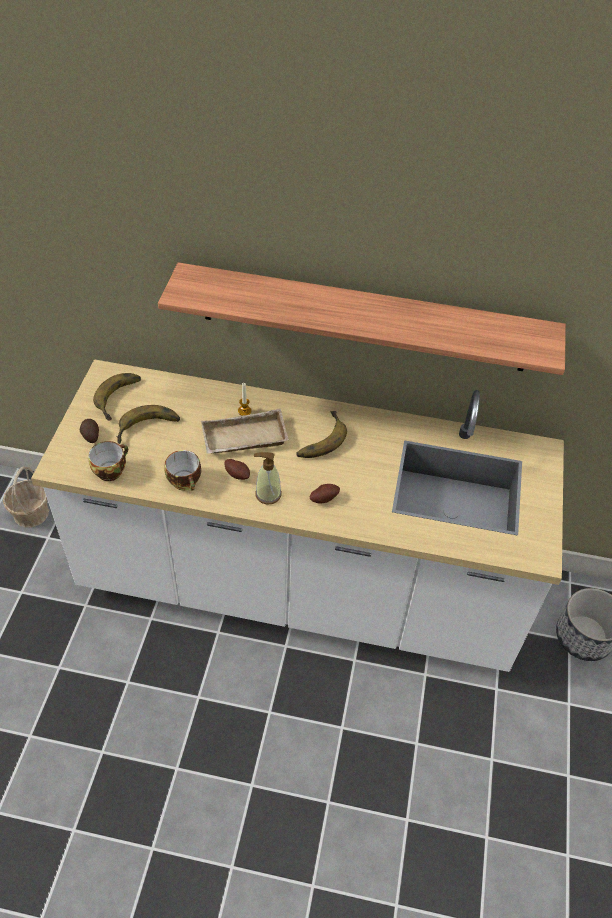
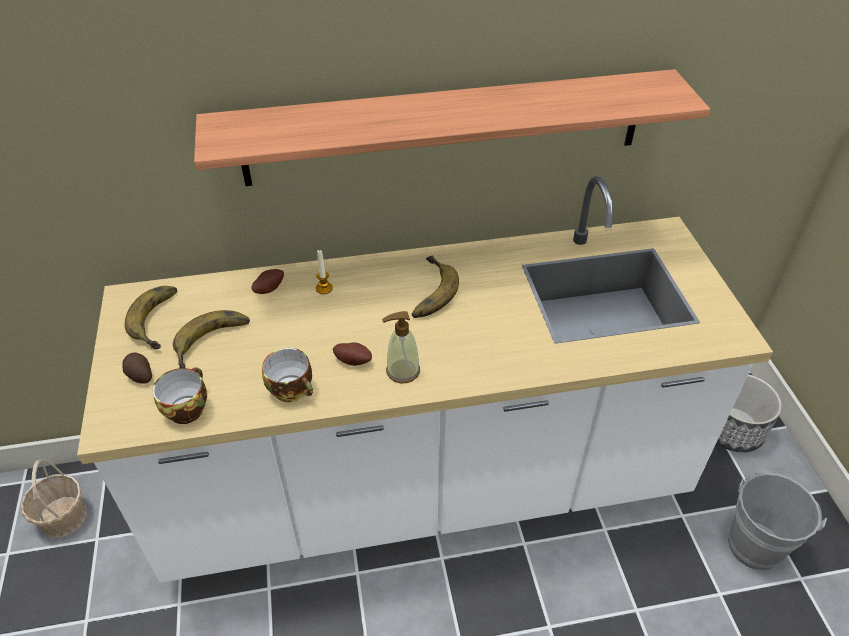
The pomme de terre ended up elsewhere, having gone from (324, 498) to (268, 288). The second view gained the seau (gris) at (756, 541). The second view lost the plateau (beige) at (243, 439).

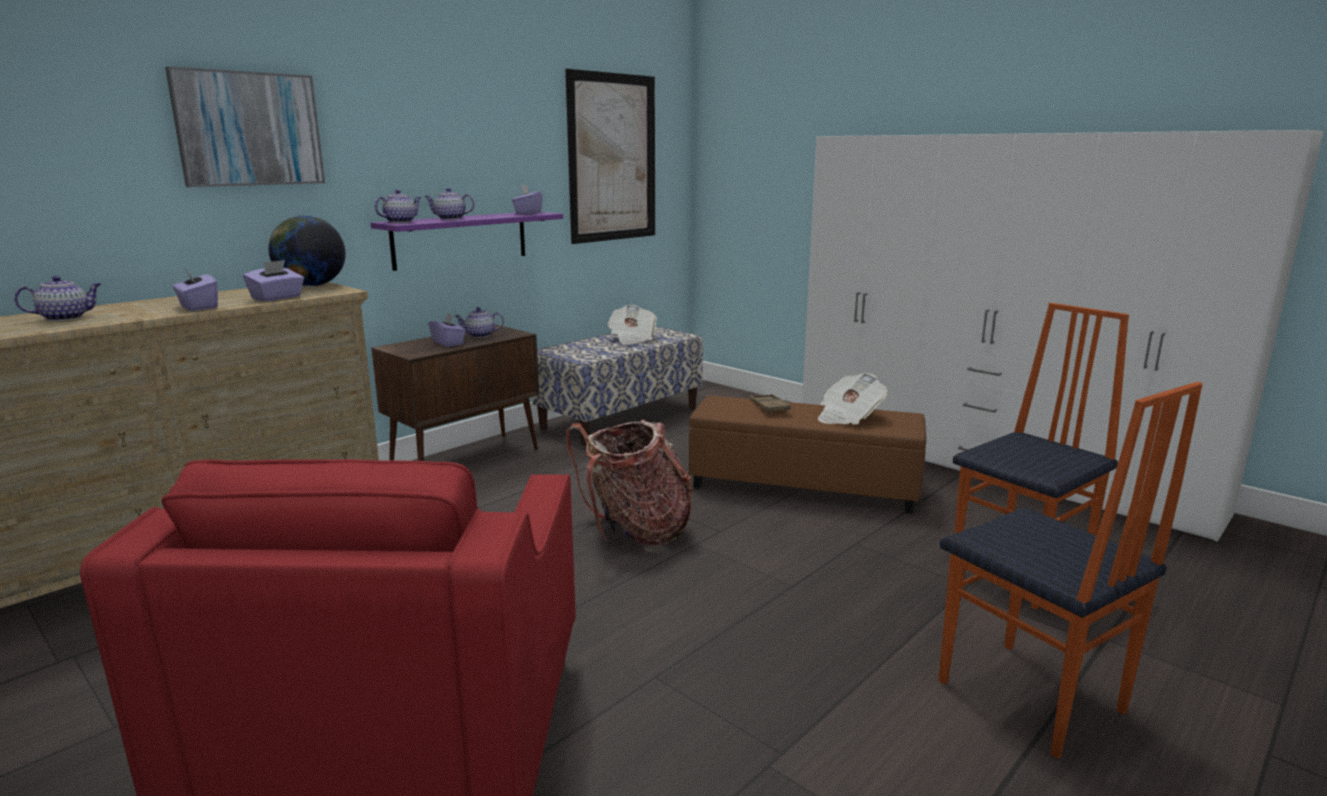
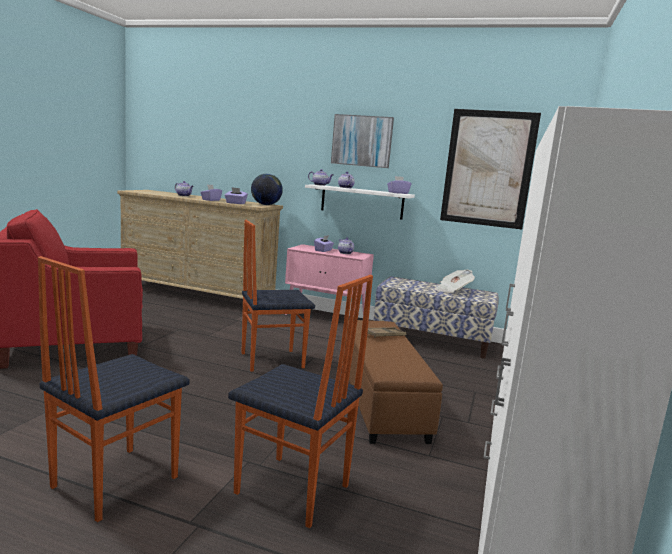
Where the sac à dos stood at (636, 531), the chaise came to stand at (271, 360). What was the meuble de rangement (marron) at (467, 459) turned into the meuble de rangement (rose) at (326, 317). What was the étagère (violet) at (461, 239) turned into the étagère (blanc) at (362, 202). The tableau ended up elsewhere, having gone from (249, 129) to (362, 141). The second view lost the journal at (848, 417).

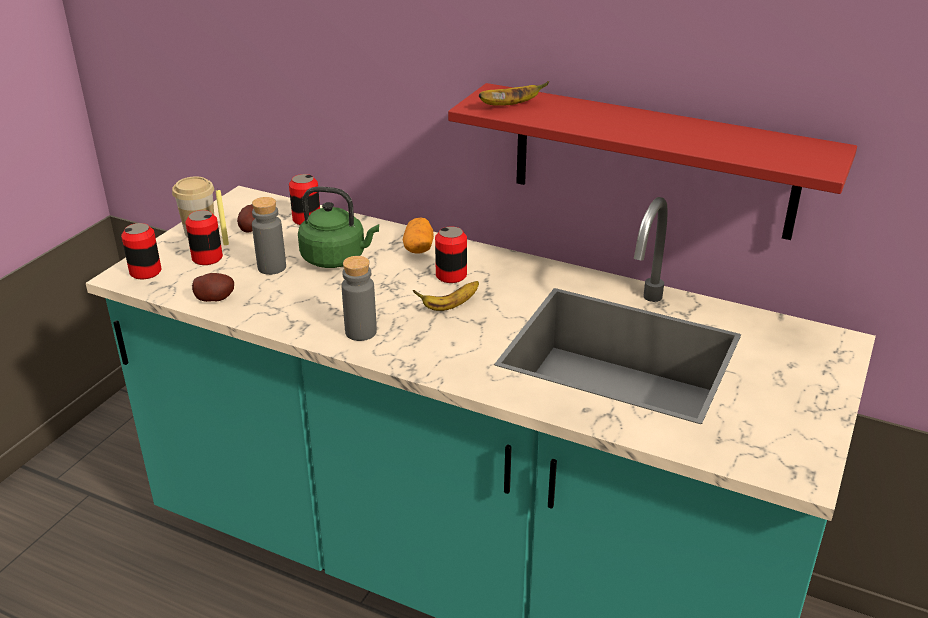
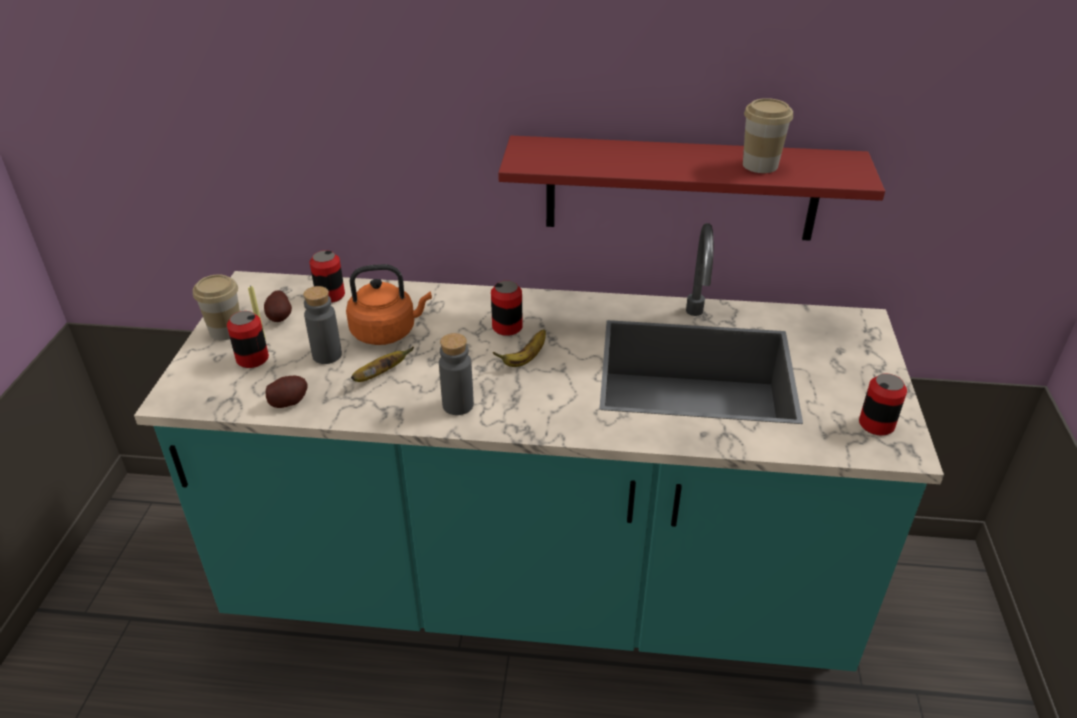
What was the bouilloire (vert) at (337, 259) turned into the bouilloire (orange) at (387, 332). The banane ended up elsewhere, having gone from (510, 105) to (380, 374). The second view gained the tasse at (760, 165). The boîte métallique ended up elsewhere, having gone from (145, 272) to (876, 424). The second view lost the pomme de terre at (418, 248).

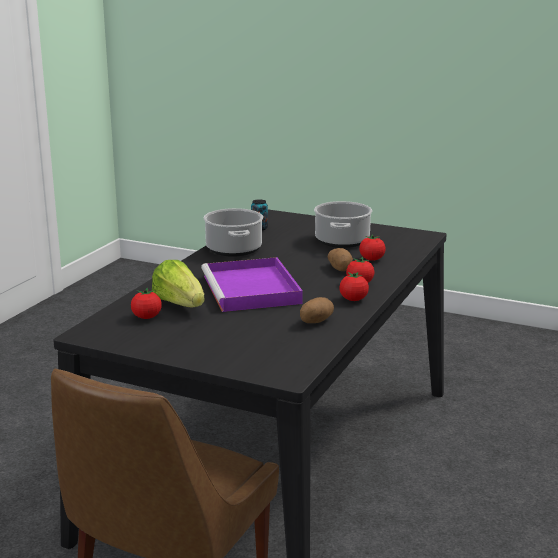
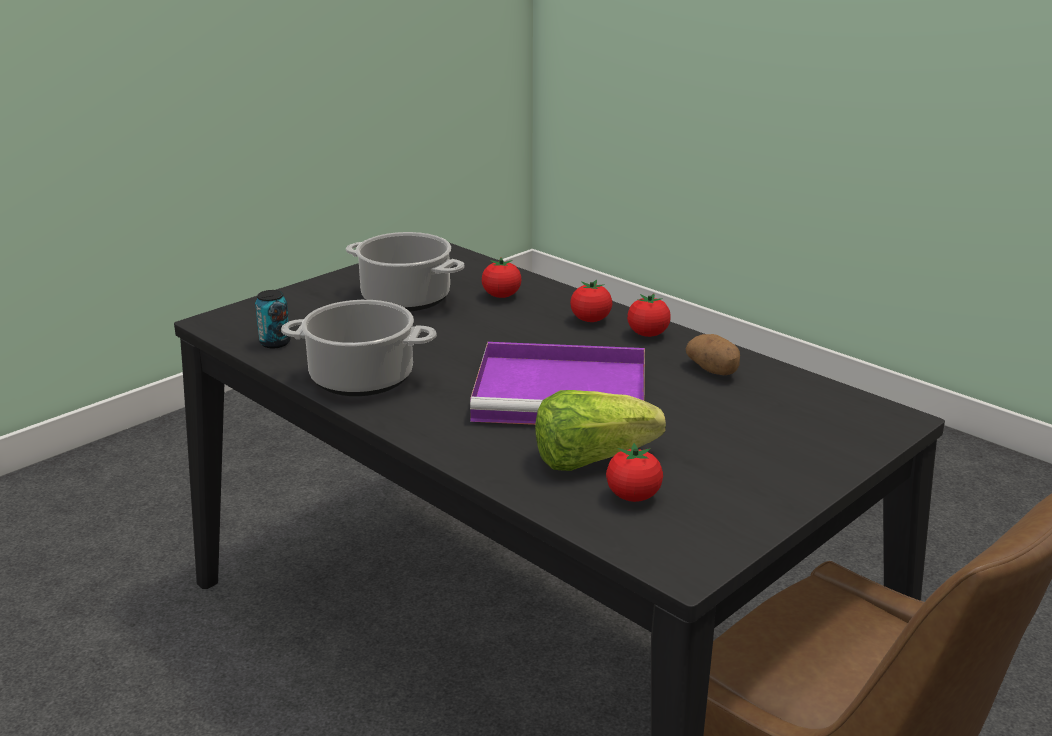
The second view lost the pomme de terre at (340, 269).

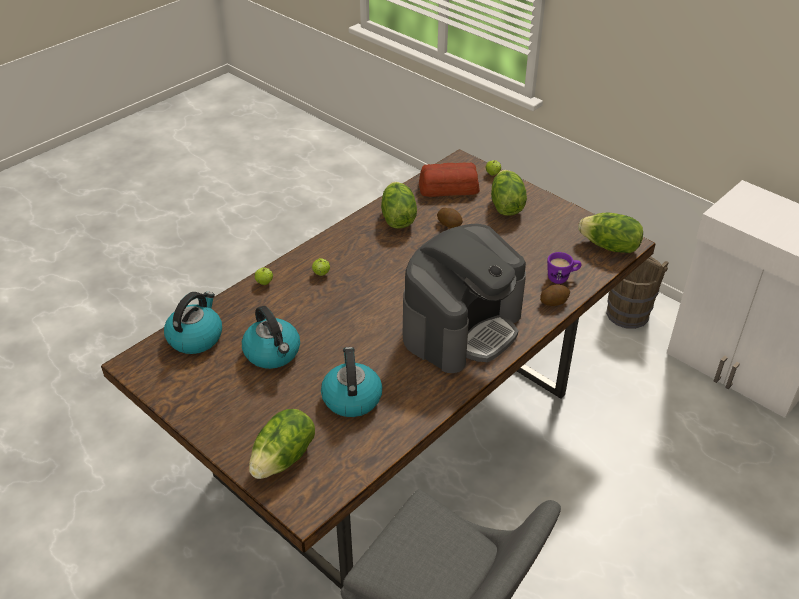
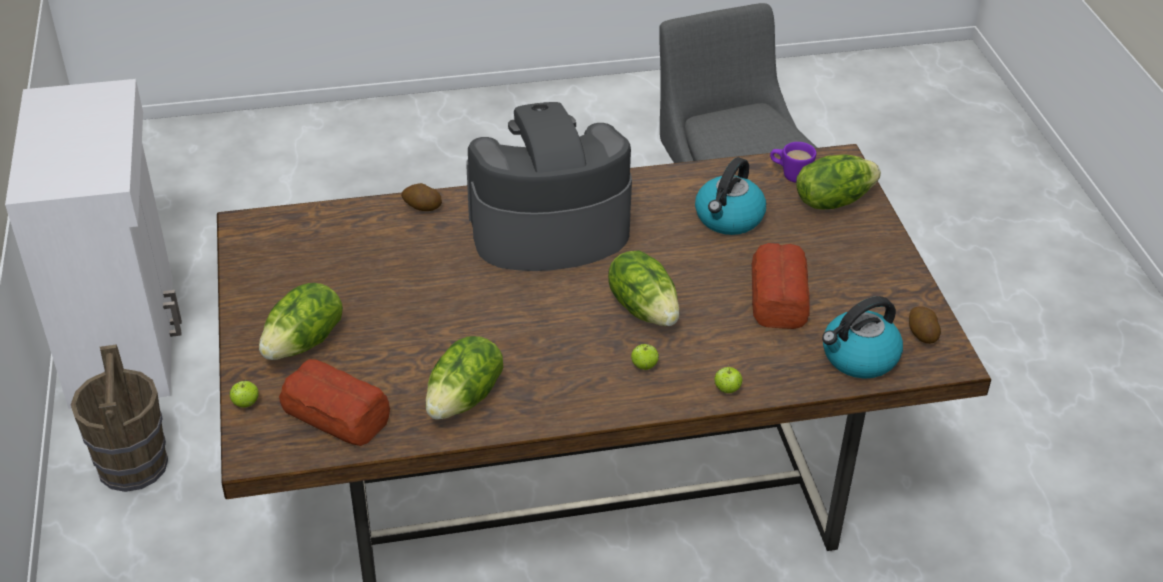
The laitue ended up elsewhere, having gone from (609, 247) to (644, 308). Where the bouilloire stood at (273, 353), the pain came to stand at (778, 297). The mug (violet) ended up elsewhere, having gone from (562, 278) to (790, 175). The pomme de terre ended up elsewhere, having gone from (449, 224) to (921, 334).

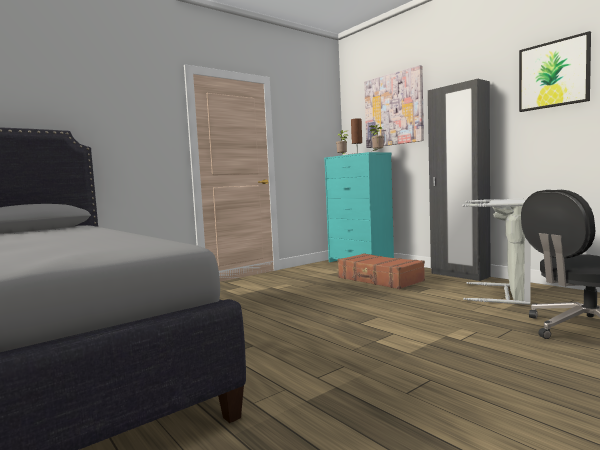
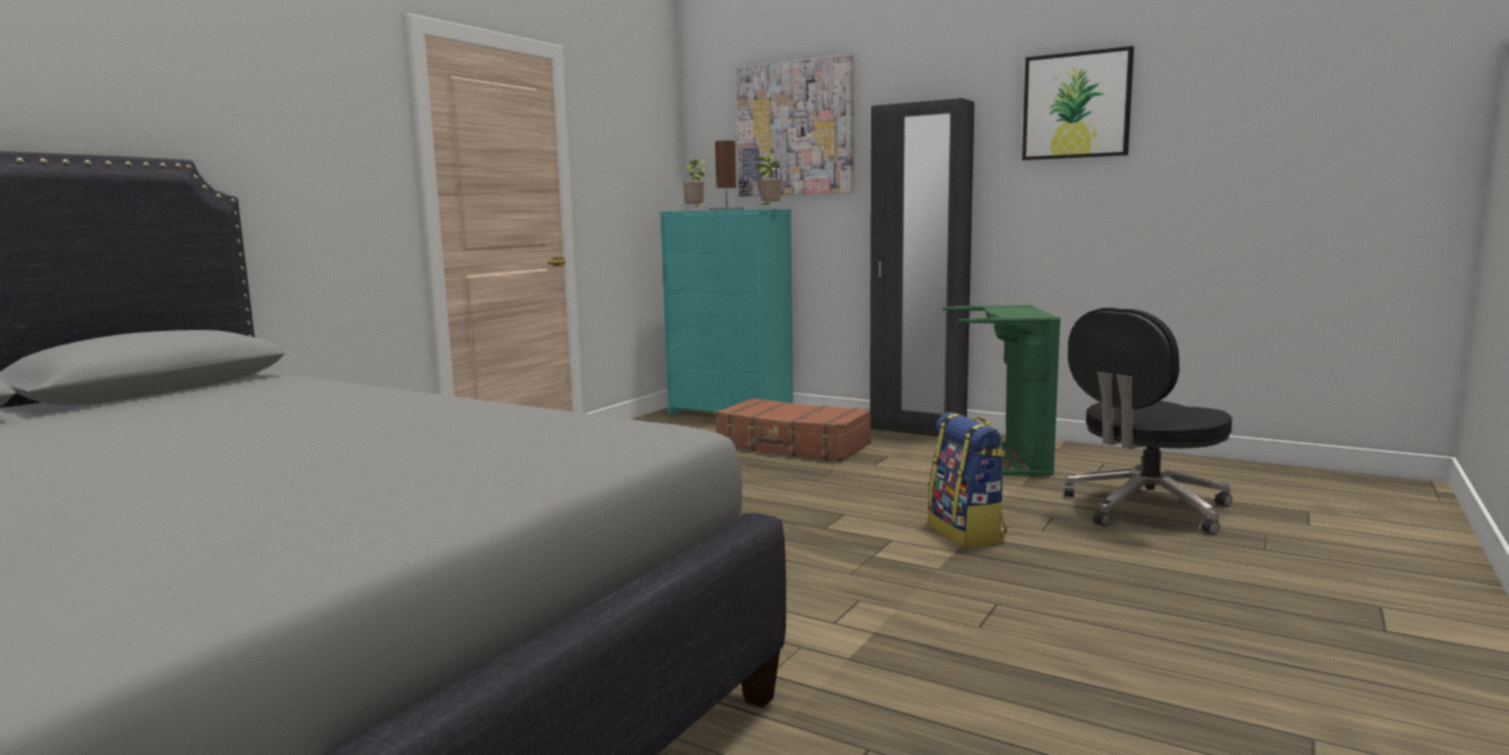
The second view gained the sac à dos at (967, 533). What was the panier à linge (gris) at (505, 294) turned into the panier à linge (vert) at (1008, 460).

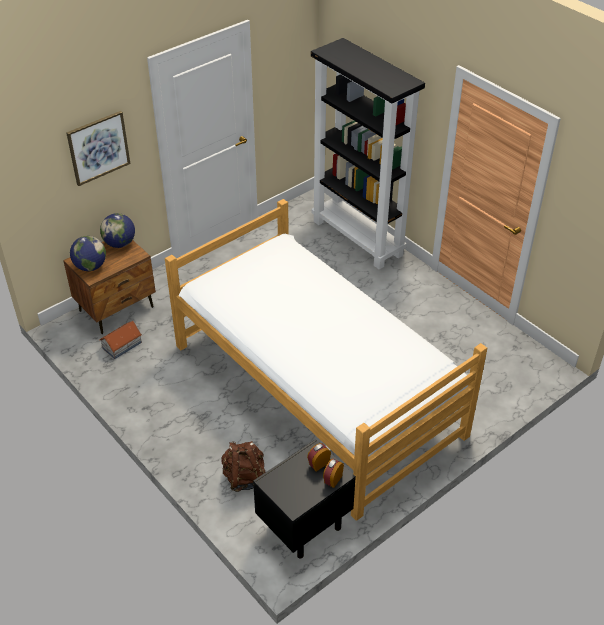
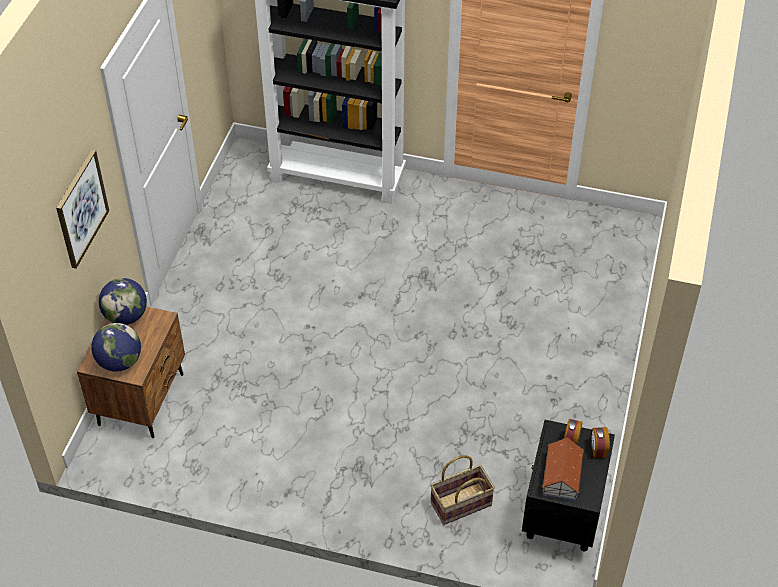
Where the sac à dos (marron) stood at (244, 477), the panier came to stand at (461, 505). The maison miniature ended up elsewhere, having gone from (121, 345) to (561, 478). The second view lost the lit at (316, 390).

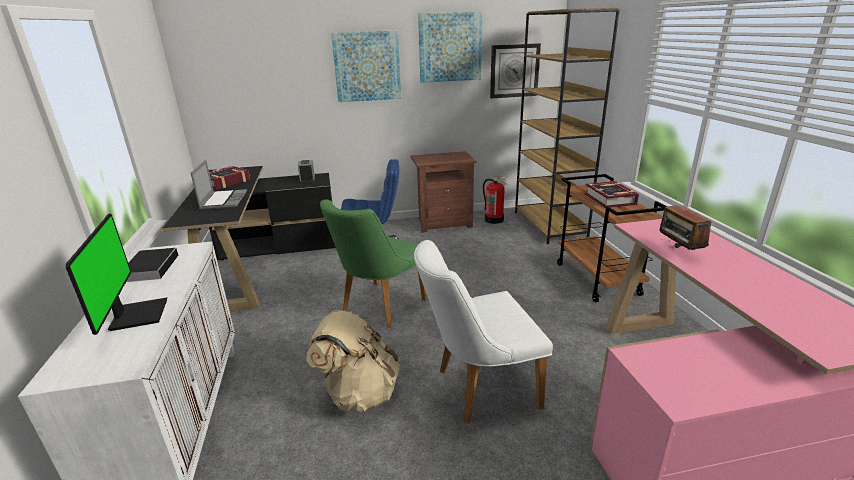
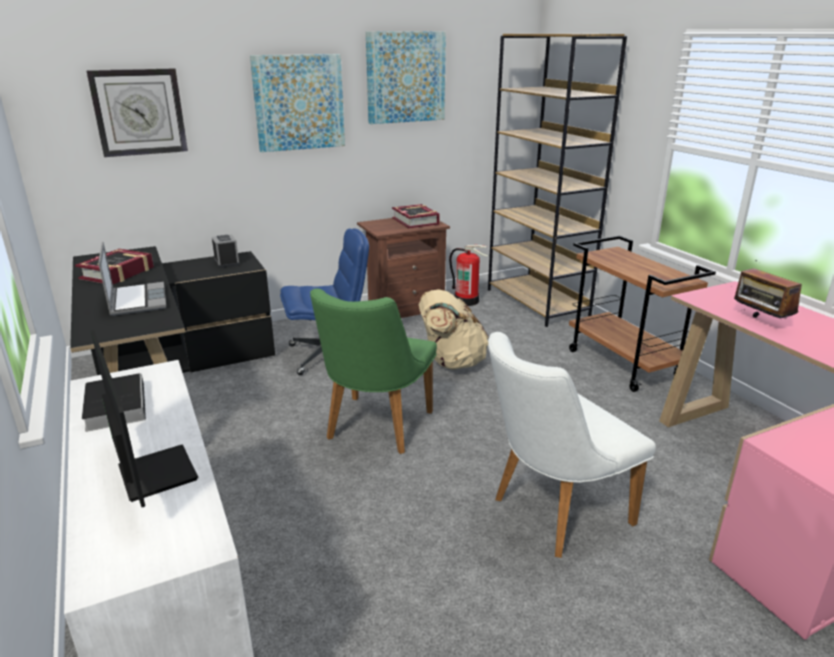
The horloge murale ended up elsewhere, having gone from (514, 71) to (139, 112). The livre ended up elsewhere, having gone from (610, 199) to (415, 221). The sac à dos (beige) ended up elsewhere, having gone from (359, 393) to (451, 362).

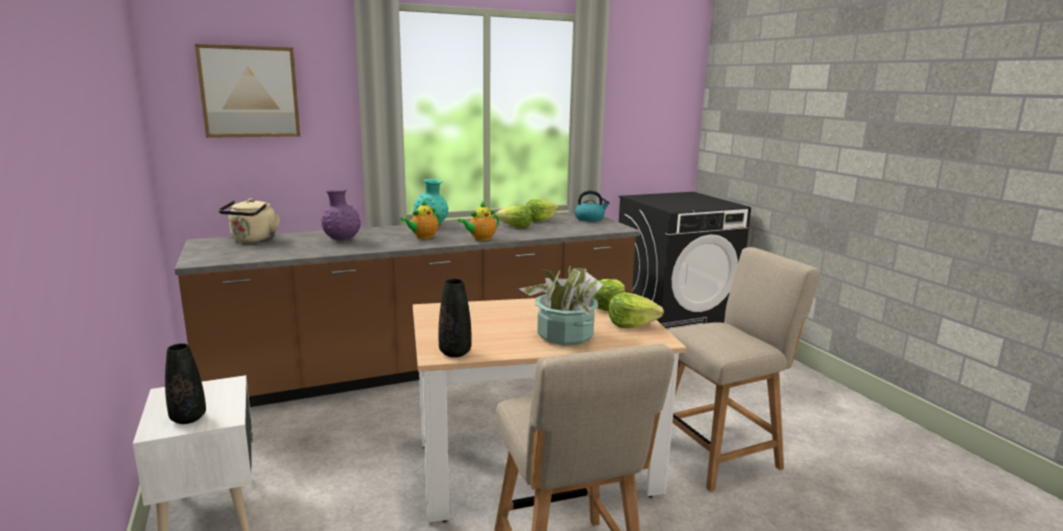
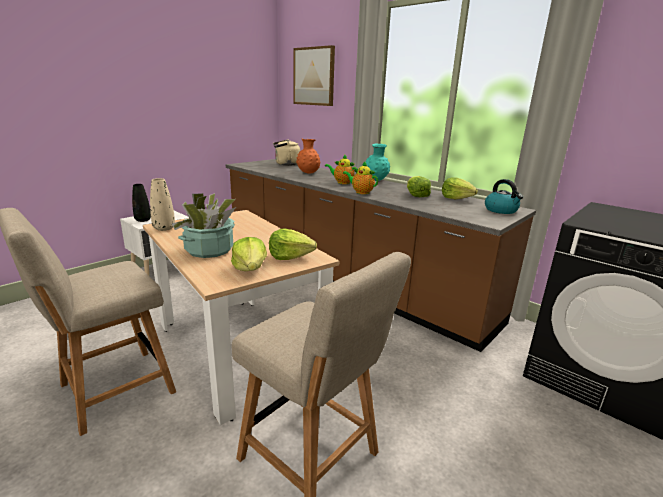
What was the vase (noir) at (455, 353) turned into the vase (beige) at (164, 228). What was the vase (violet) at (342, 240) turned into the vase (orange) at (308, 173).

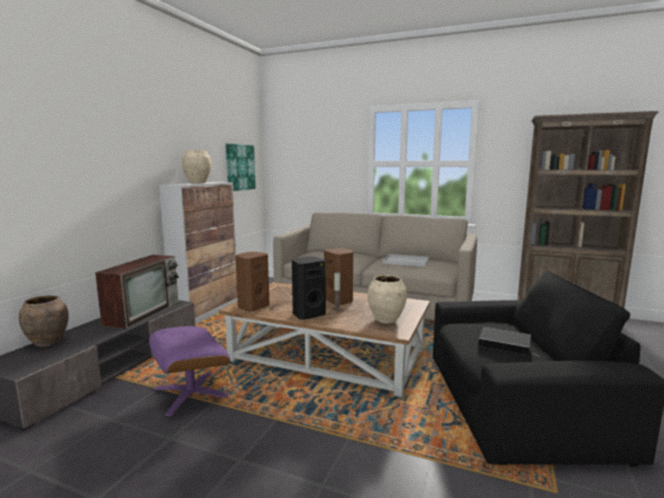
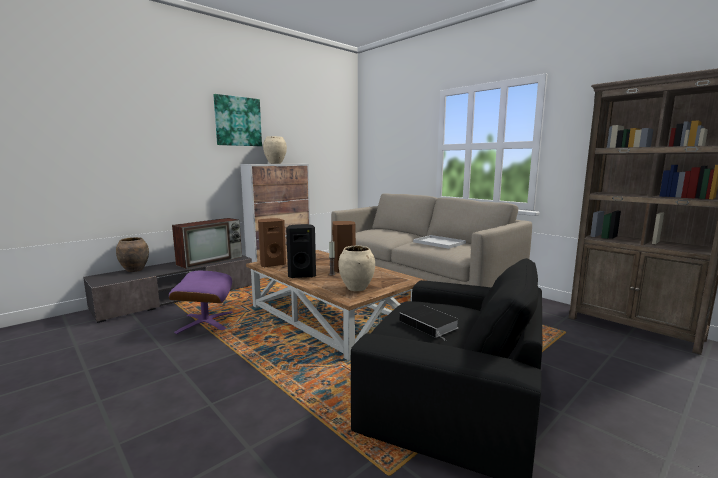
The tableau ended up elsewhere, having gone from (239, 167) to (238, 121).

